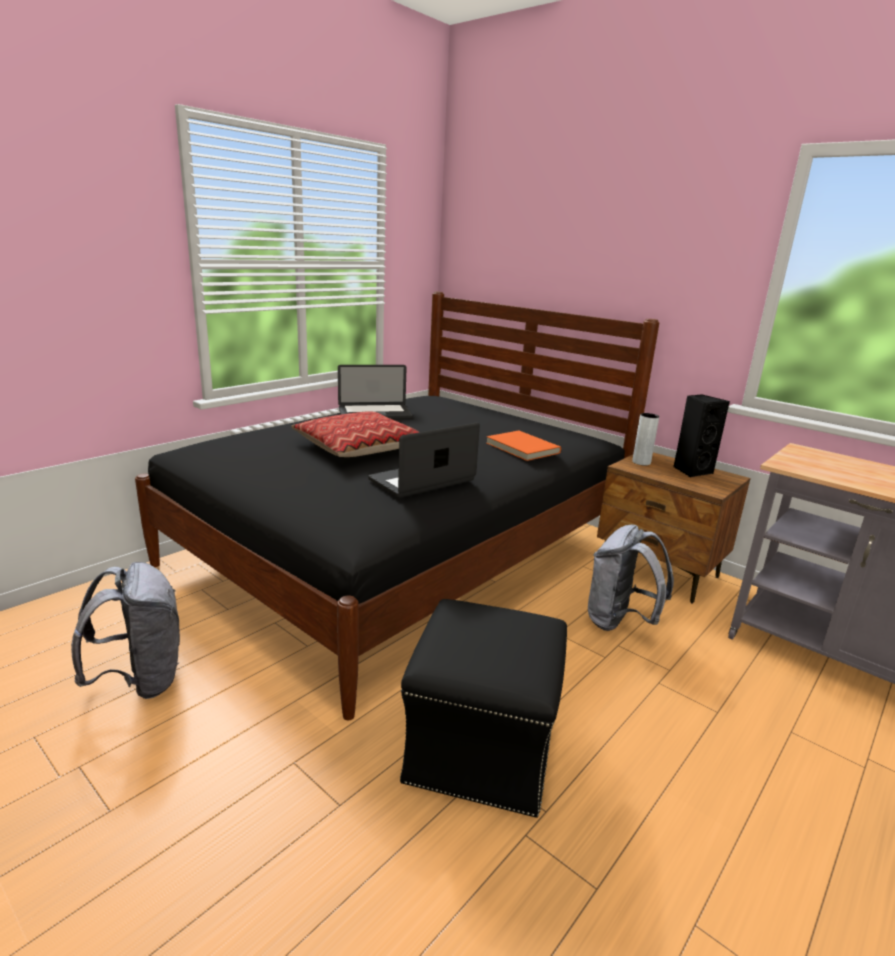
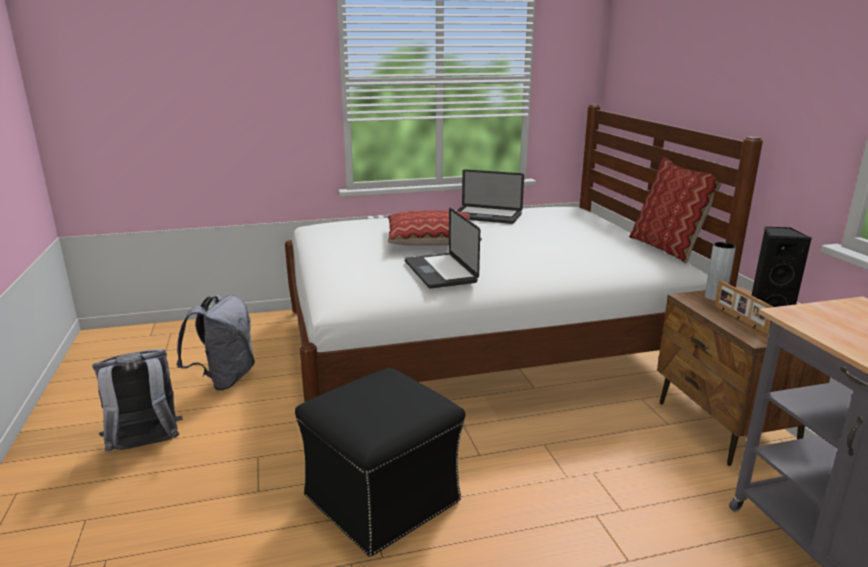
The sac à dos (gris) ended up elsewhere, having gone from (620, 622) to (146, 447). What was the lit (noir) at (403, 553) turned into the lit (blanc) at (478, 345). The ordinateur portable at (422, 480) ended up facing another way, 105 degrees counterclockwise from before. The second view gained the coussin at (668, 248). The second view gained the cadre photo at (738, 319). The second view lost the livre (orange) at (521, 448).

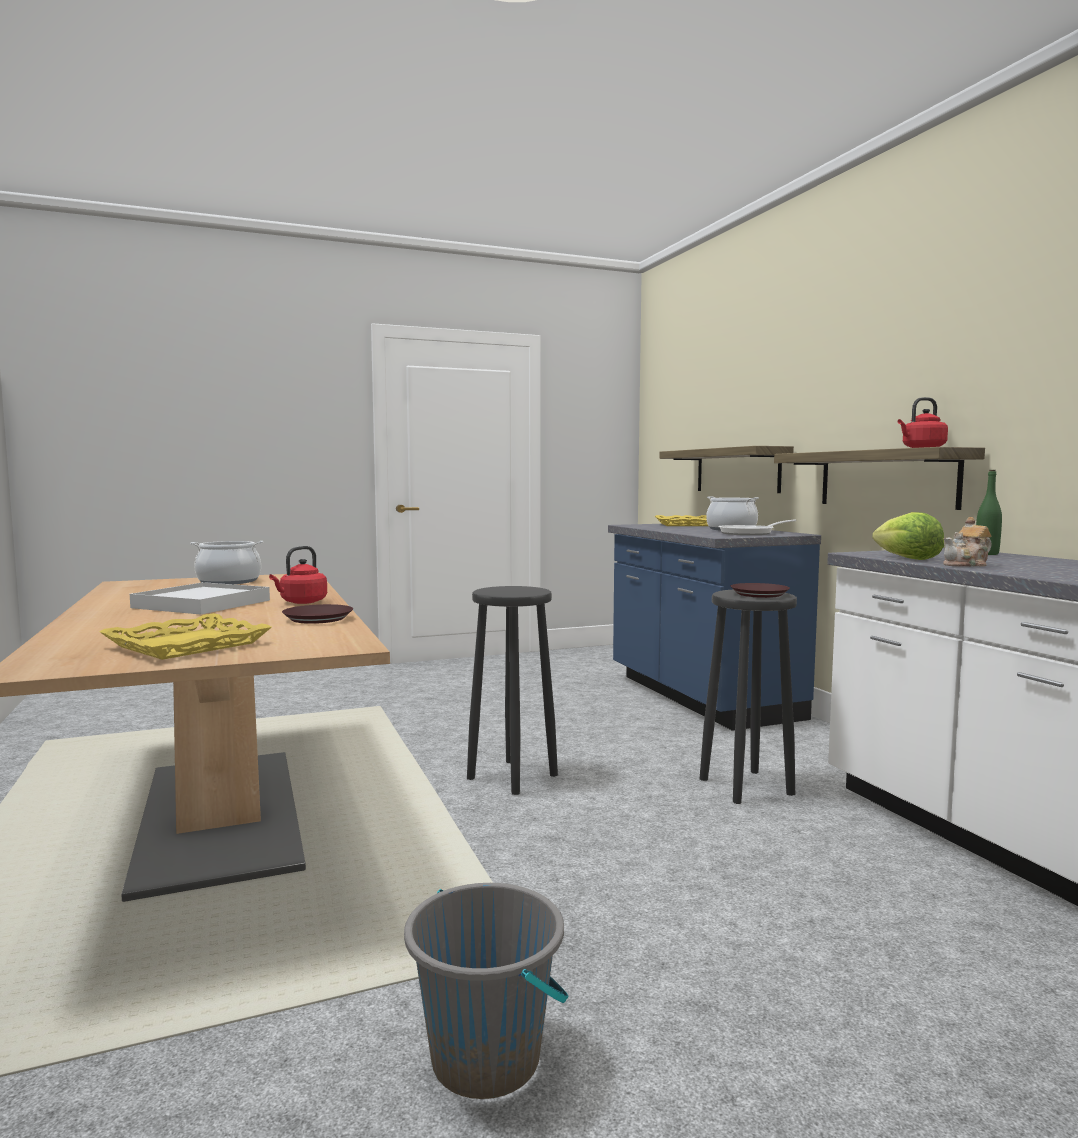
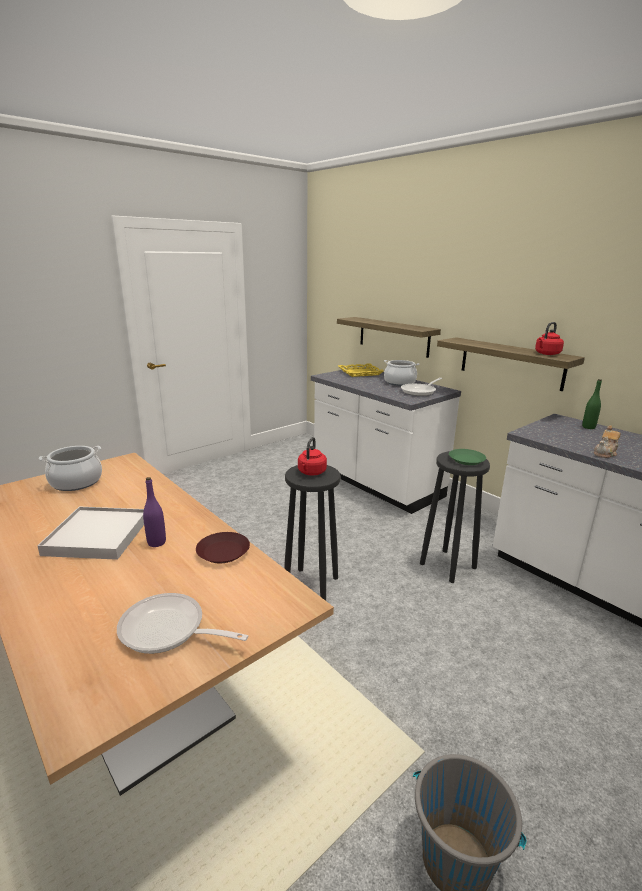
Where the plateau (jaune) stood at (188, 645), the poêle came to stand at (168, 630). The second view gained the bouteille (violet) at (156, 542). The bouilloire (rouge) ended up elsewhere, having gone from (301, 602) to (311, 473). What was the comptoir de cuisine (bleu) at (700, 697) turned into the comptoir de cuisine (blanc) at (375, 484). What was the assiette (marron) at (760, 594) turned into the assiette (vert) at (467, 460). The second view lost the laitue at (907, 558).

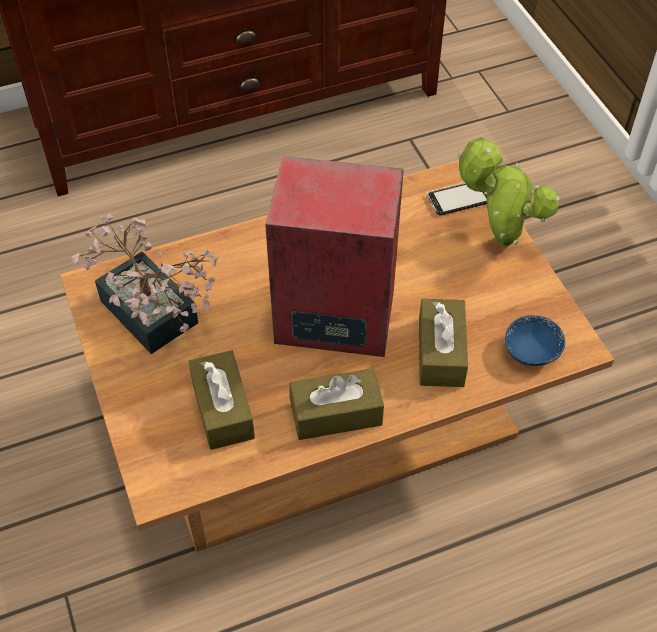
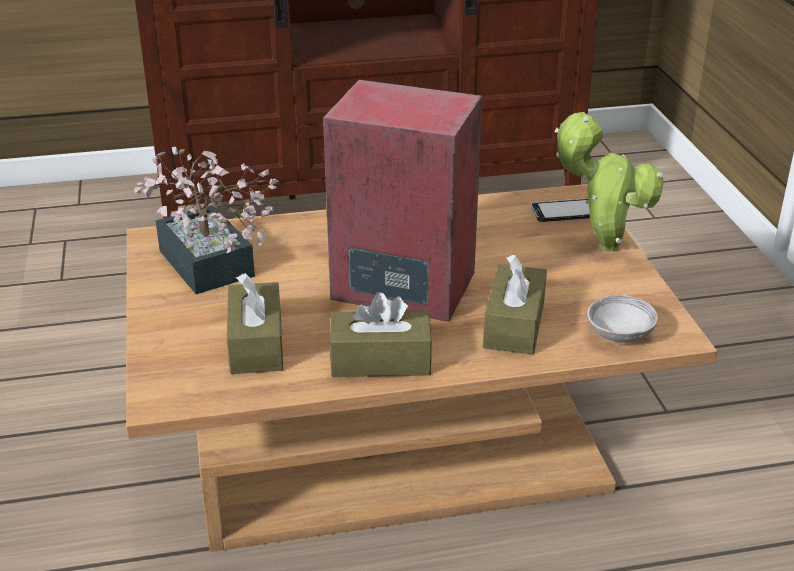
What was the bol (bleu) at (531, 351) turned into the bol (gris) at (619, 334).

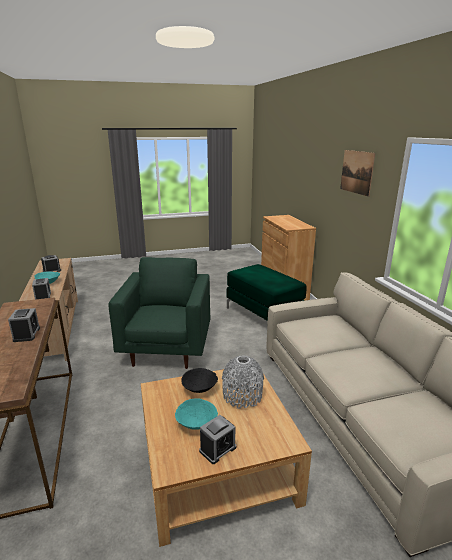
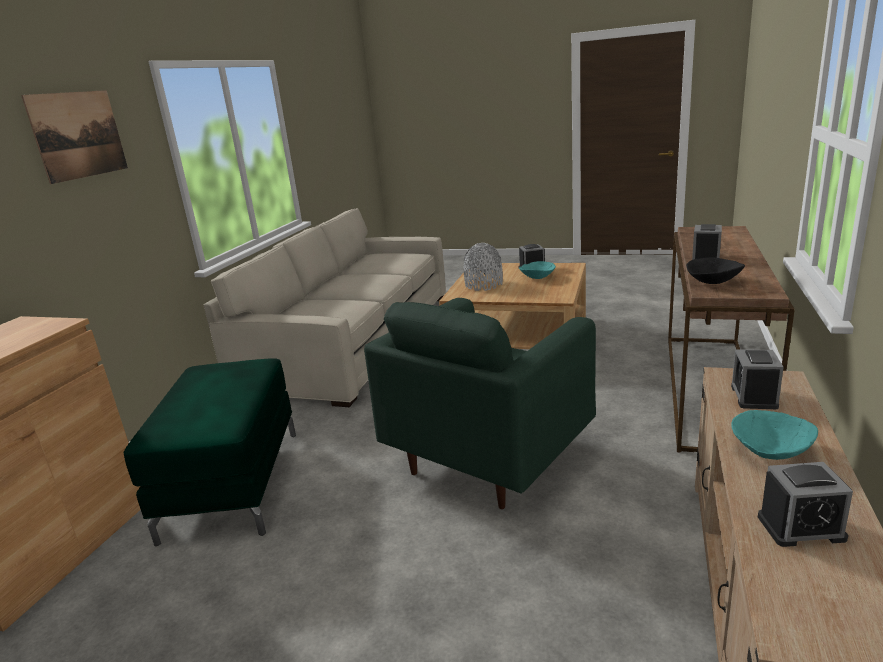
The bol (noir) ended up elsewhere, having gone from (200, 388) to (713, 282).

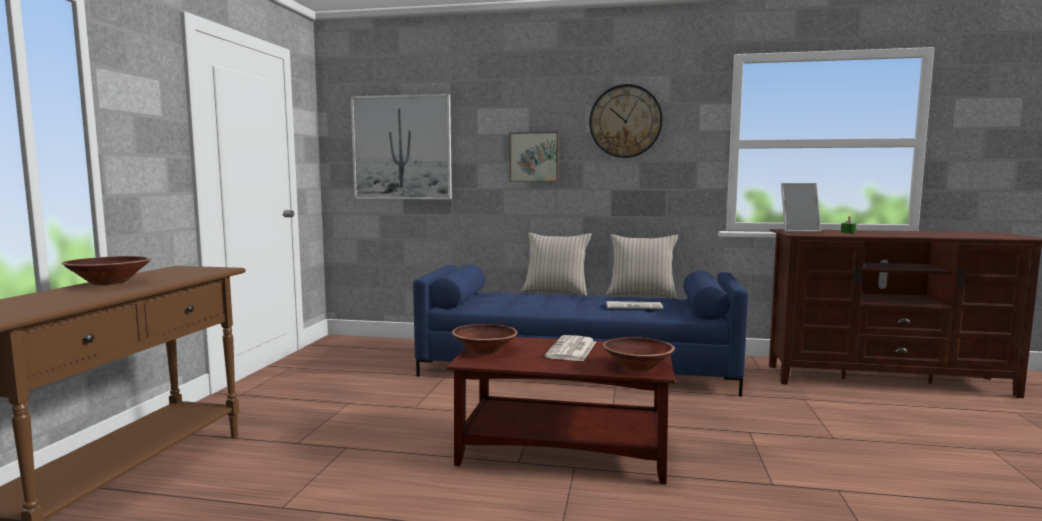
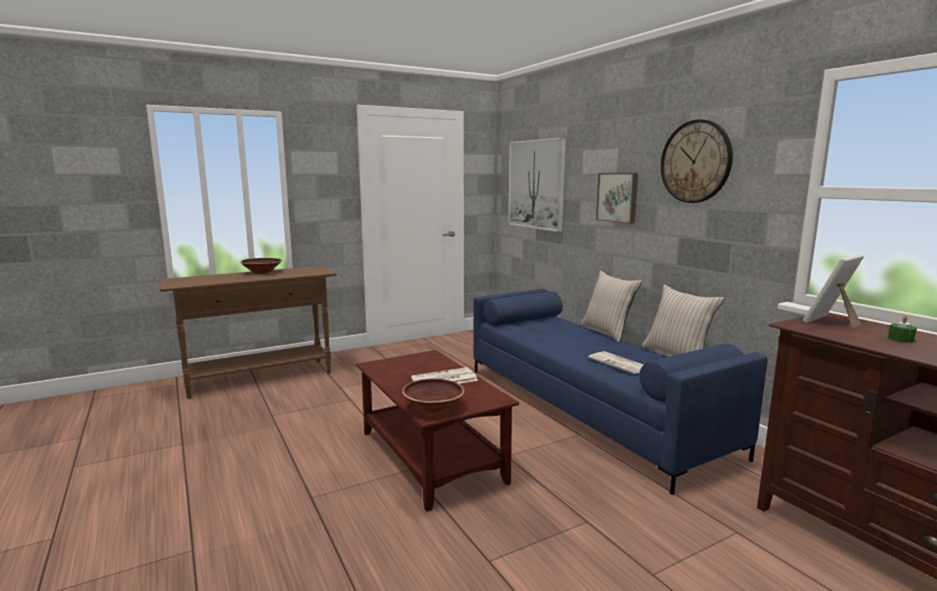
The cadre photo at (798, 231) ended up facing another way, 90 degrees clockwise from before. The second view lost the bol (marron) at (484, 351).

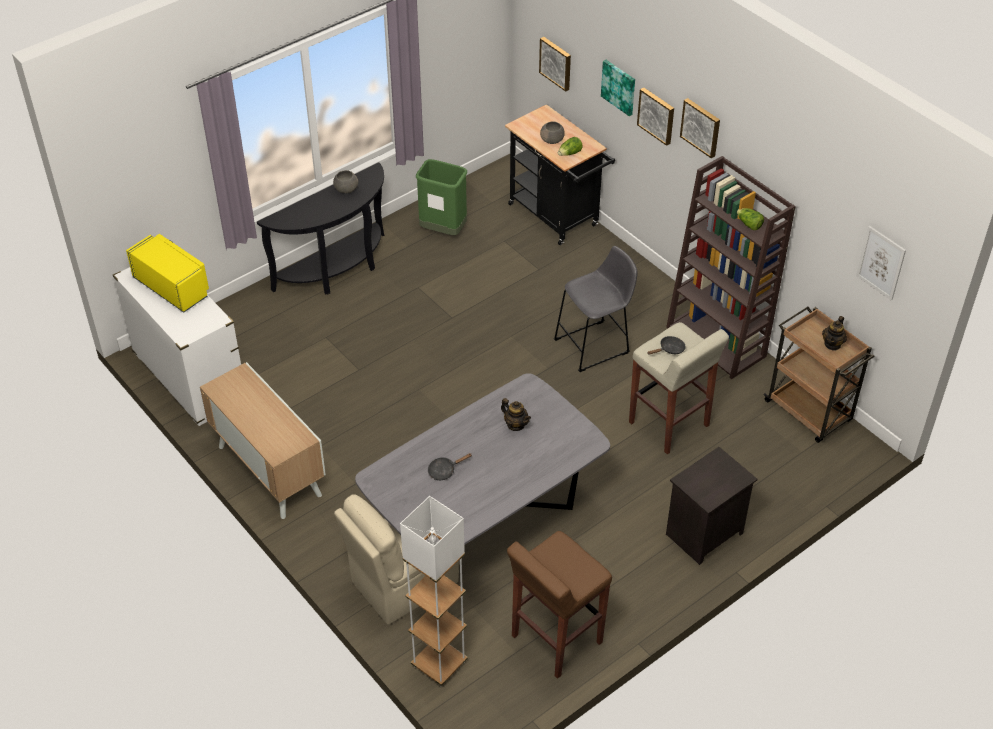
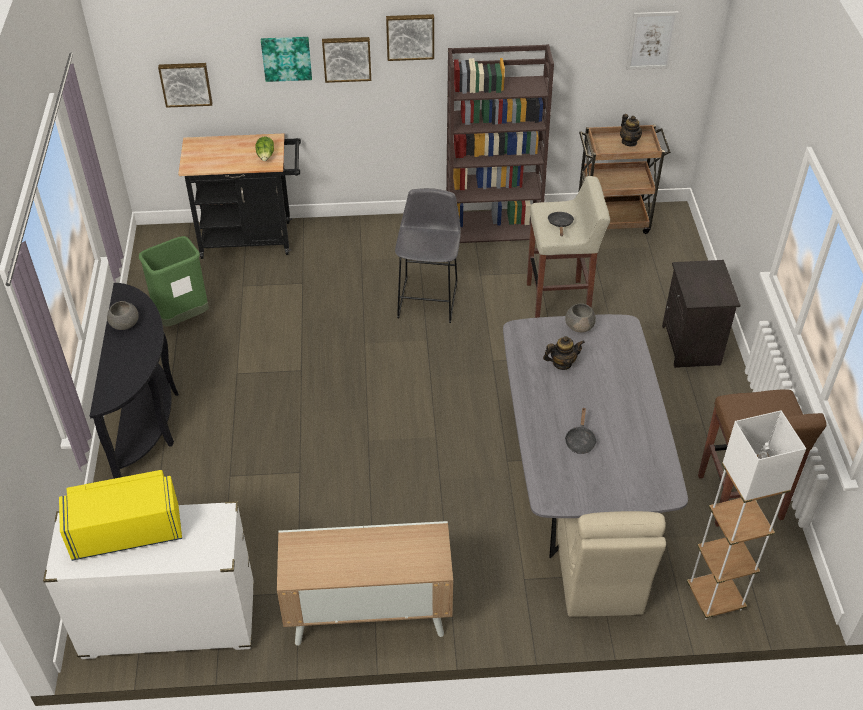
The bol (gris) ended up elsewhere, having gone from (552, 140) to (579, 326). The second view lost the laitue at (748, 224).

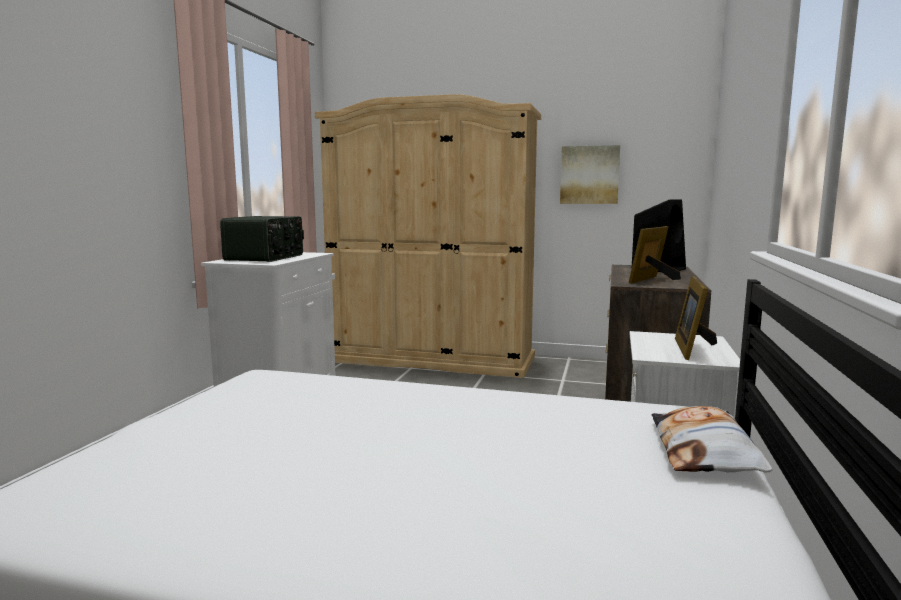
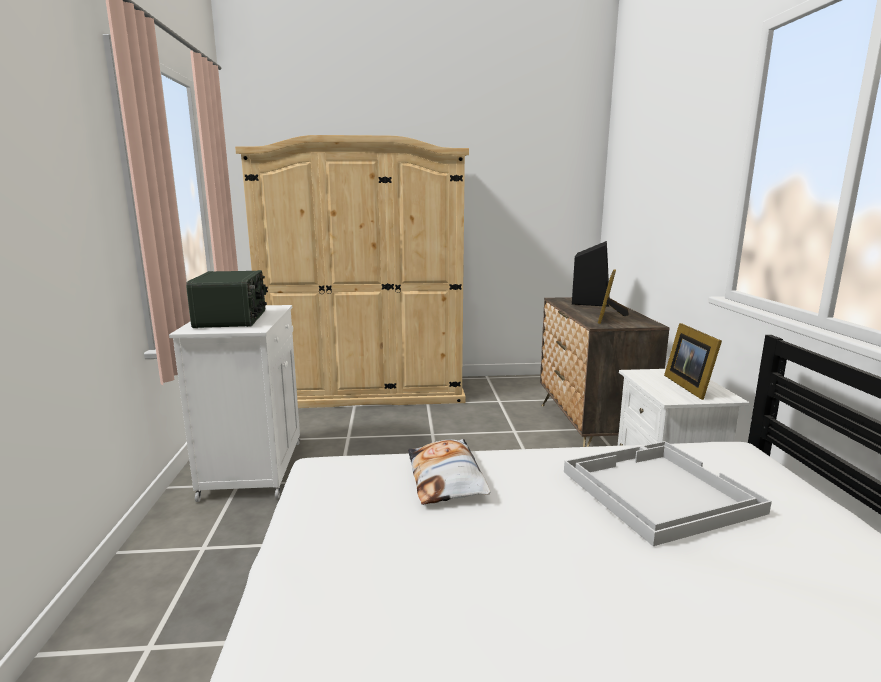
The coussin ended up elsewhere, having gone from (705, 451) to (446, 478). The second view gained the plateau (blanc) at (657, 491). The second view lost the tableau at (589, 175).

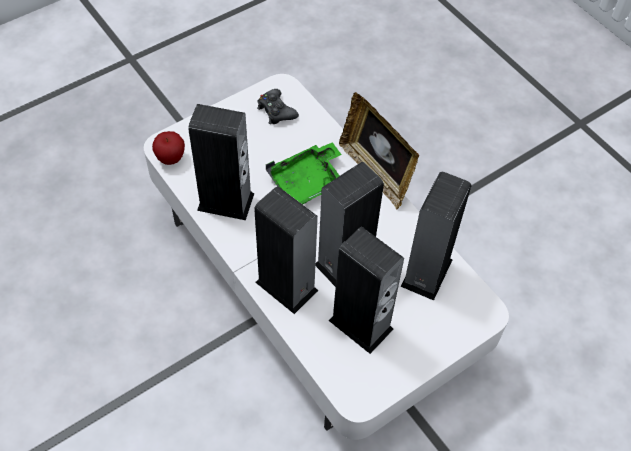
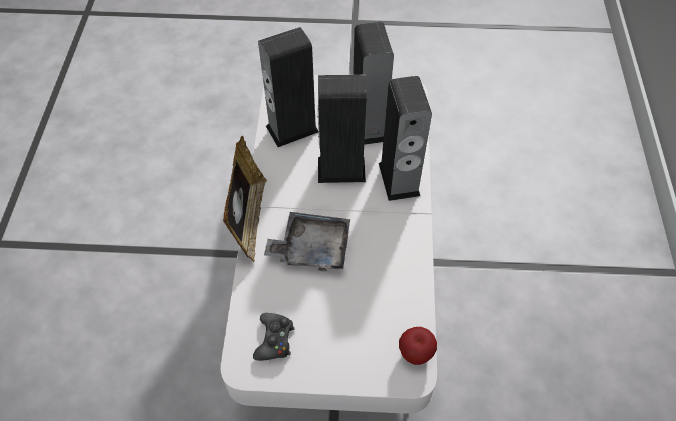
What was the plateau (vert) at (307, 182) turned into the plateau (gris) at (312, 248). The second view lost the enceinte at (225, 201).

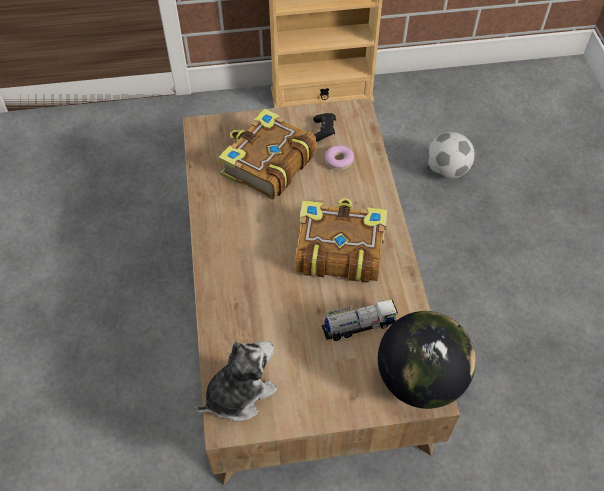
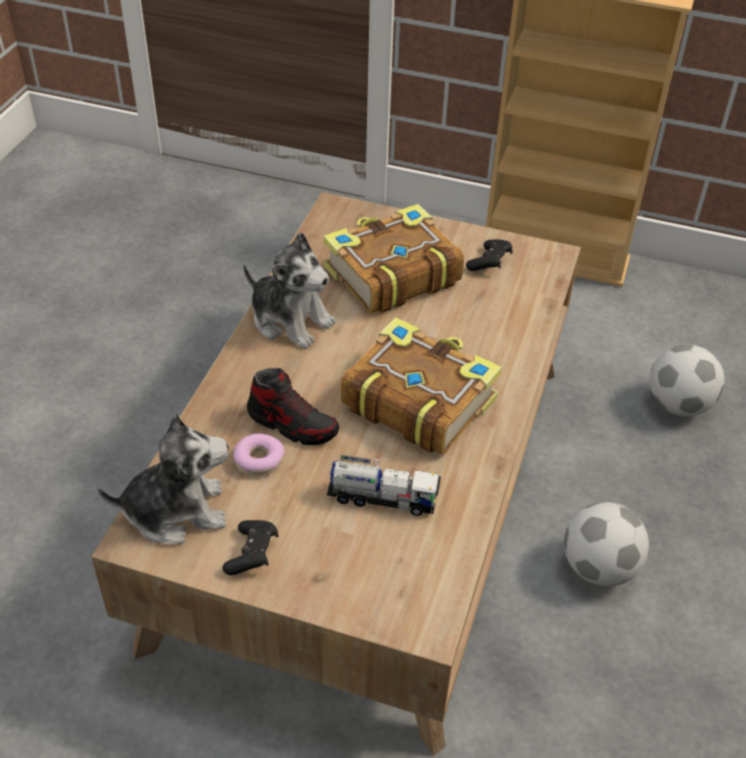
The second view gained the manette (noir) at (252, 554). The beignet ended up elsewhere, having gone from (339, 161) to (259, 460). The second view gained the peluche at (290, 320). The second view gained the chaussure at (292, 424). The second view gained the ballon de foot at (599, 568). The second view lost the globe at (420, 379).

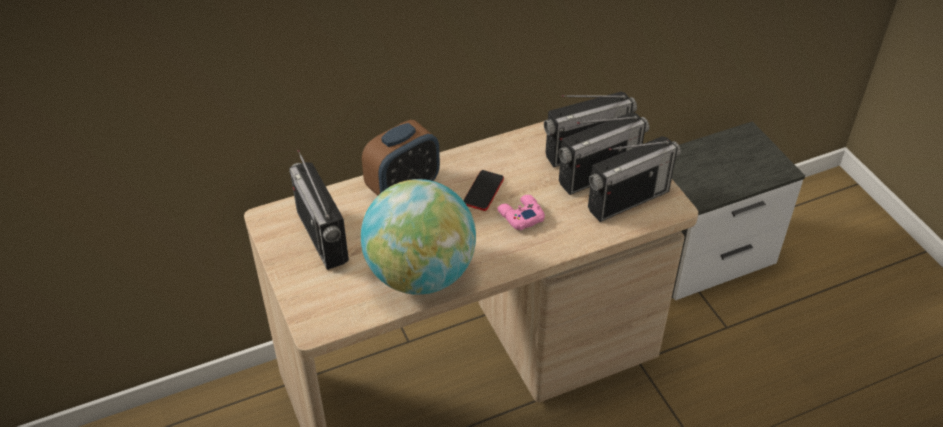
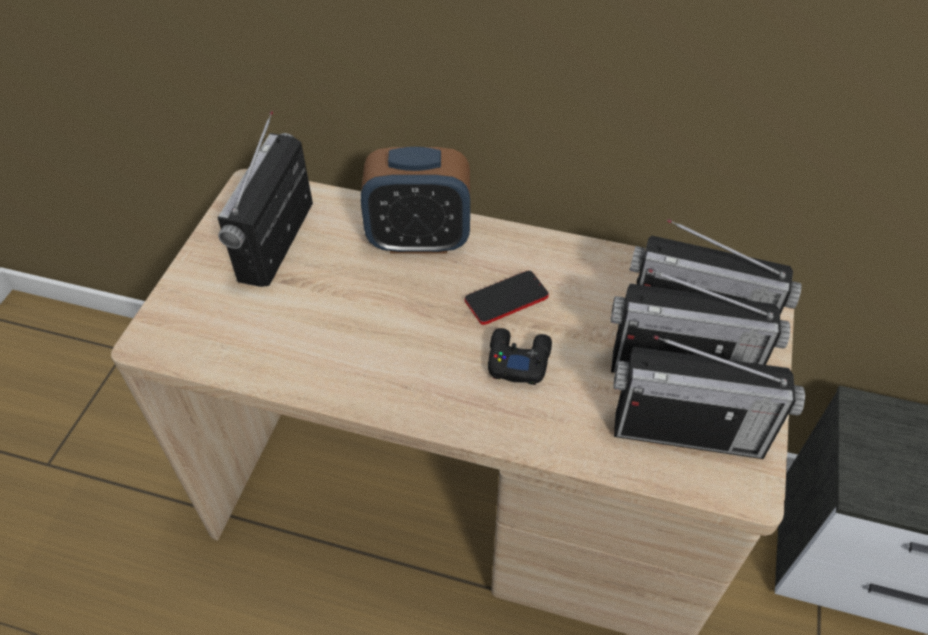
What was the manette (rose) at (520, 216) turned into the manette (noir) at (518, 359). The second view lost the globe at (420, 274).

